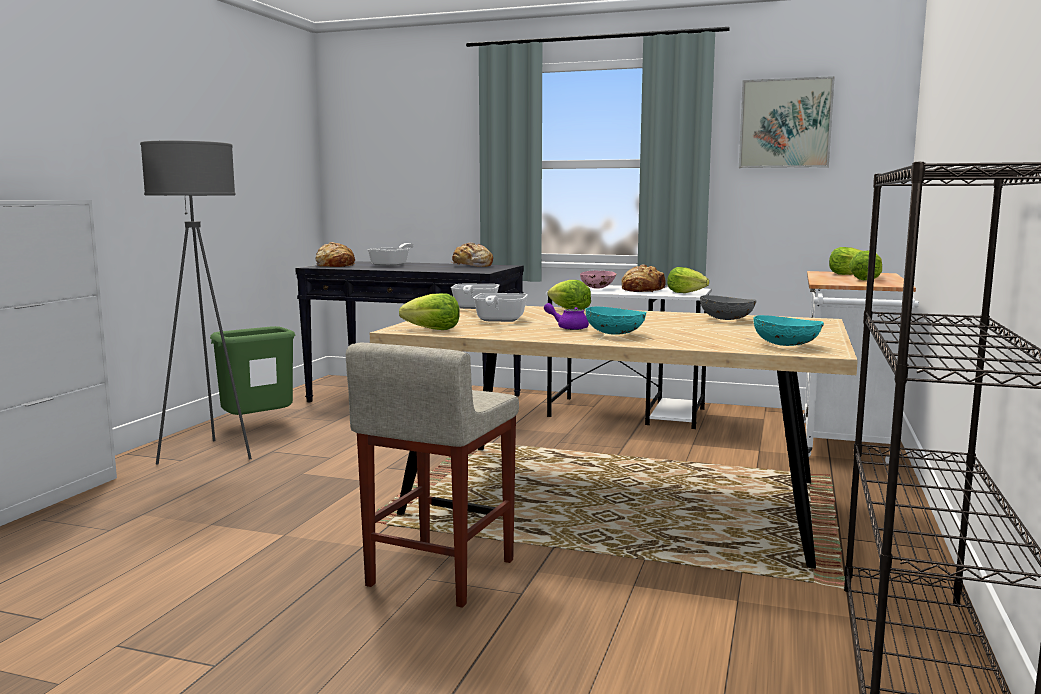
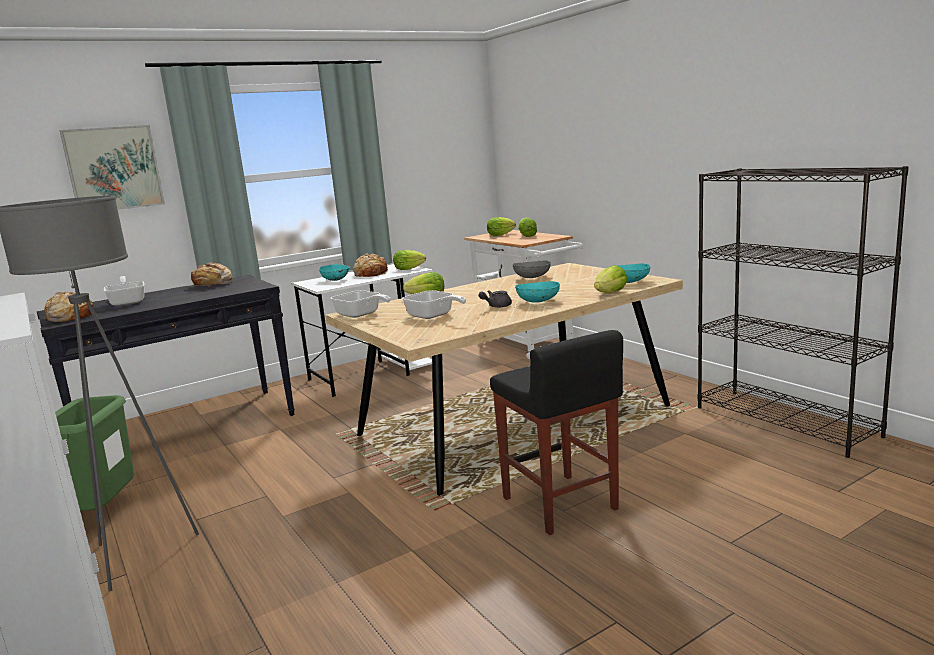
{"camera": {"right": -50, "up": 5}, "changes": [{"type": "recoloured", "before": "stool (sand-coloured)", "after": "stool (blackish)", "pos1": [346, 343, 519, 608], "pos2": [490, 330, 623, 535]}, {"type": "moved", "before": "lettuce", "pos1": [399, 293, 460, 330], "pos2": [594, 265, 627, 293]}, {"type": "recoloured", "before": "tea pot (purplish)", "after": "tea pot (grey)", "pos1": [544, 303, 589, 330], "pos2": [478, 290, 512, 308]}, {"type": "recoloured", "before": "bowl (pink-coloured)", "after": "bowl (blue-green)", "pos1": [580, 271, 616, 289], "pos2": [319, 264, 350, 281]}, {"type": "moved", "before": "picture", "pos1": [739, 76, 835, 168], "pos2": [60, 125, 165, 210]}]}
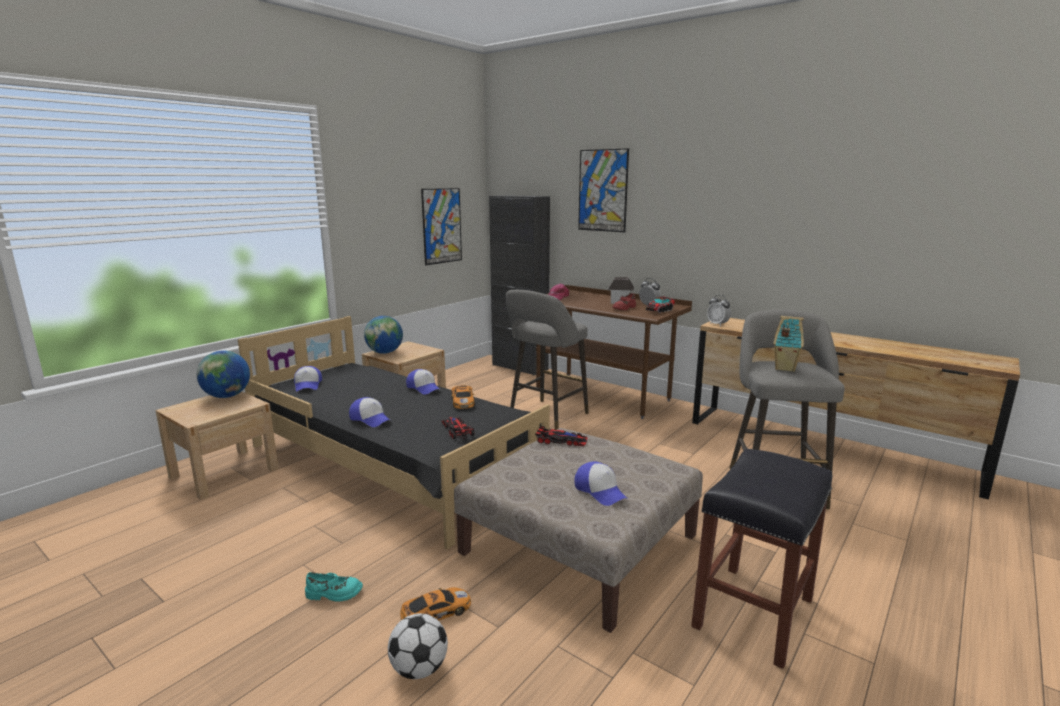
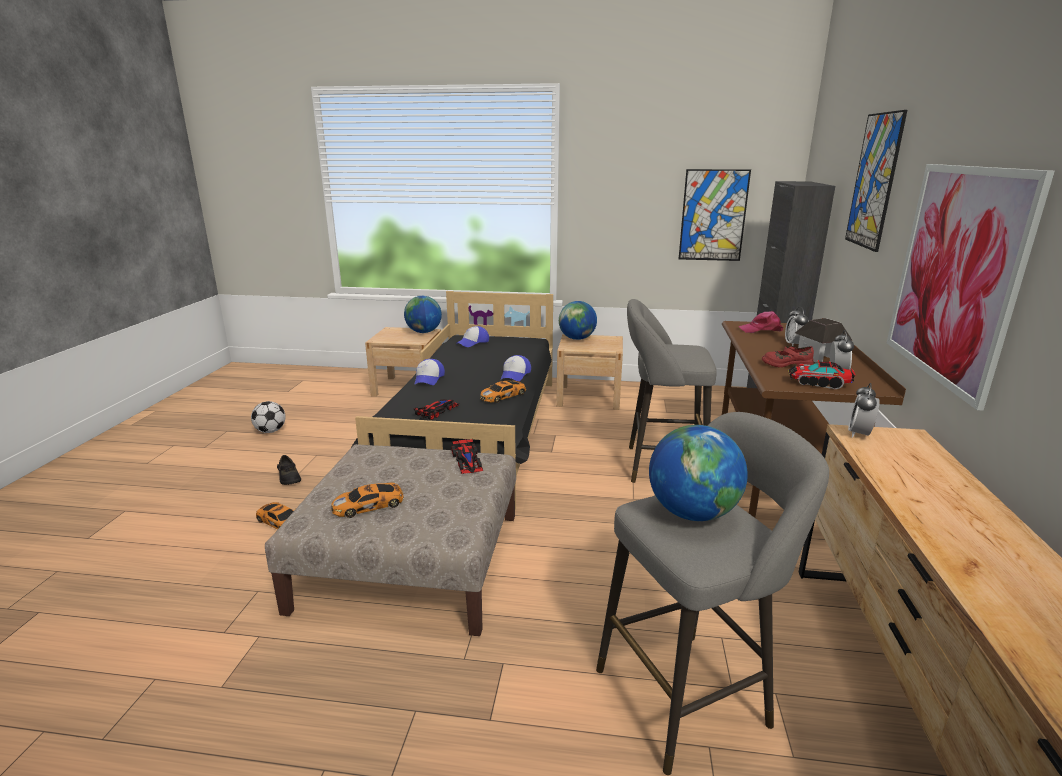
{"camera": {"right": 60, "up": 5}, "changes": [{"type": "recoloured", "before": "item of footwear (blue-green)", "after": "item of footwear (blackish)", "pos1": [305, 572, 363, 602], "pos2": [277, 455, 301, 485]}, {"type": "moved", "before": "football", "pos1": [388, 613, 448, 679], "pos2": [251, 401, 286, 433]}, {"type": "replaced", "before": "baseball cap", "after": "model car", "pos1": [574, 461, 627, 506], "pos2": [331, 483, 404, 518]}, {"type": "removed", "before": "stool (blackish)", "pos1": [691, 449, 832, 669]}, {"type": "replaced", "before": "toy house", "after": "desk globe", "pos1": [773, 316, 804, 372], "pos2": [649, 425, 748, 521]}, {"type": "added", "after": "bedside clock", "pos2": [785, 306, 809, 346]}, {"type": "added", "after": "picture", "pos2": [887, 164, 1055, 411]}]}
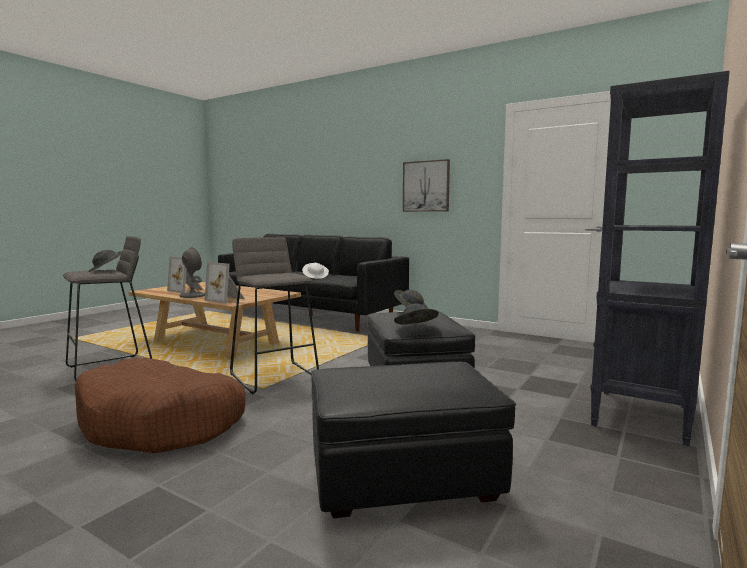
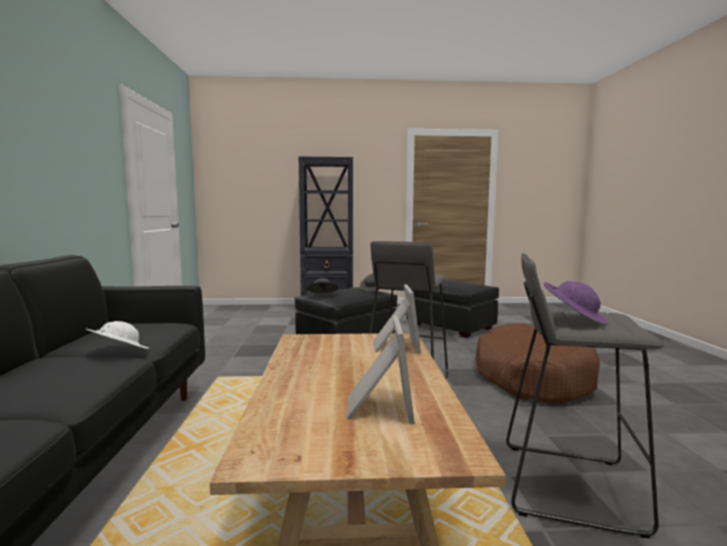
{"camera": {"right": -125, "up": 0}, "changes": [{"type": "recoloured", "before": "clothing hat (grey)", "after": "clothing hat (purplish)", "pos1": [88, 250, 124, 272], "pos2": [544, 281, 609, 325]}, {"type": "removed", "before": "tabletop lamp (grey)", "pos1": [179, 247, 205, 298]}, {"type": "removed", "before": "picture", "pos1": [403, 159, 450, 212]}]}
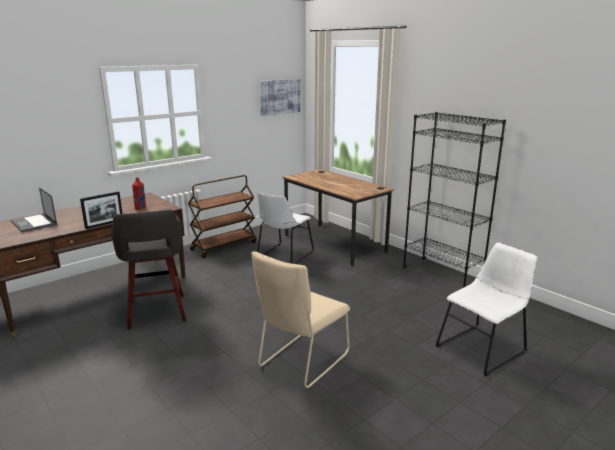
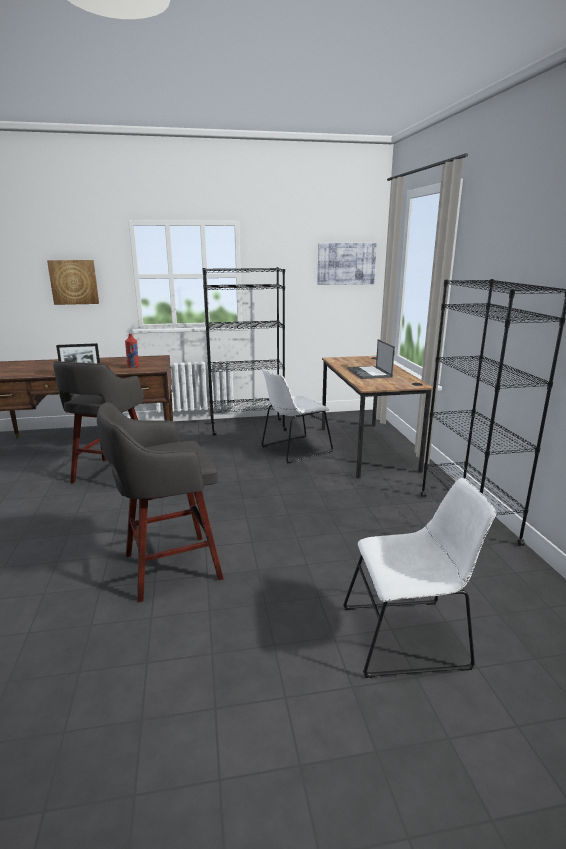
{"camera": {"right": 30, "up": 0}, "changes": [{"type": "moved", "before": "laptop", "pos1": [11, 187, 57, 232], "pos2": [348, 339, 395, 379]}, {"type": "replaced", "before": "trolley (brown-coloured)", "after": "bookcase (blackish)", "pos1": [188, 175, 257, 258], "pos2": [202, 267, 287, 436]}, {"type": "replaced", "before": "plain chair (sand-coloured)", "after": "stool (grey)", "pos1": [251, 251, 350, 388], "pos2": [97, 402, 224, 602]}, {"type": "added", "after": "picture", "pos2": [47, 260, 99, 305]}]}
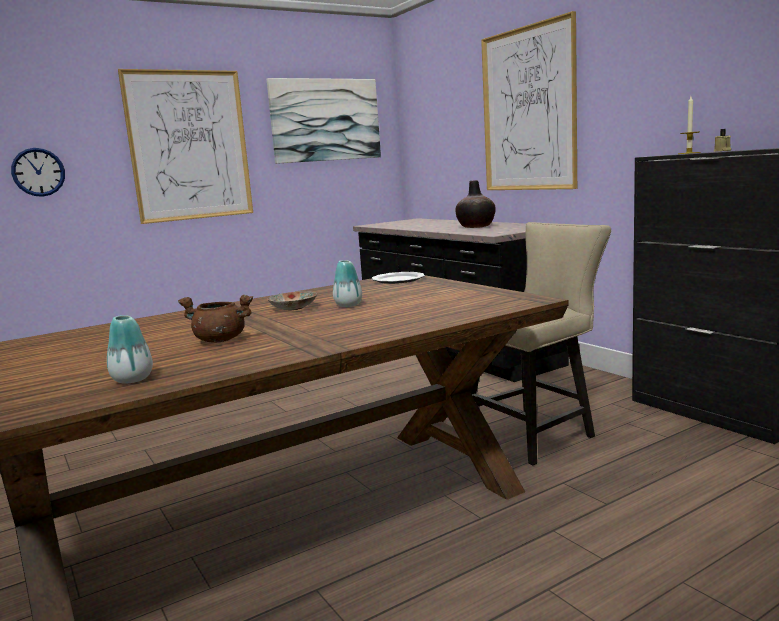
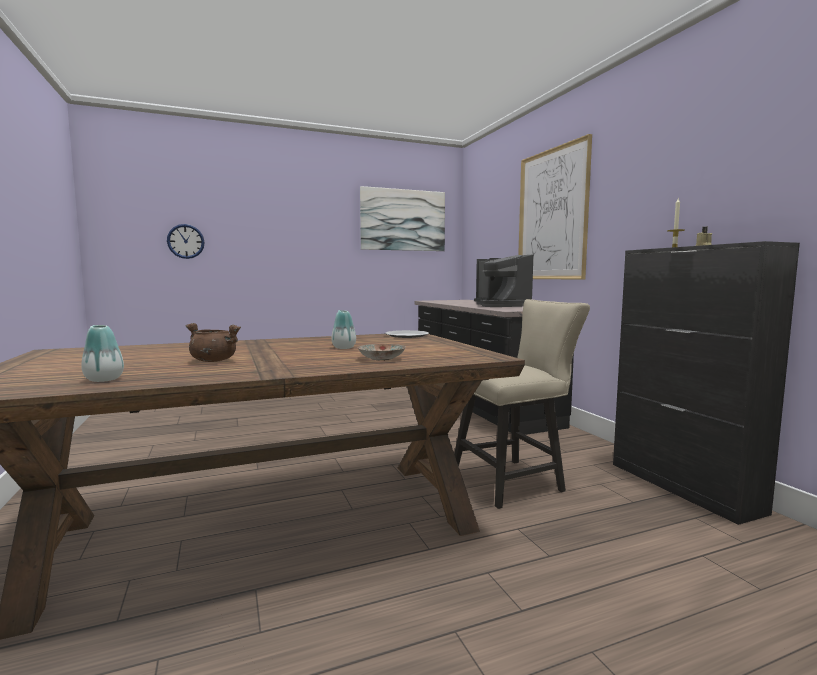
{"camera": {"right": 10, "up": -5}, "changes": [{"type": "removed", "before": "picture", "pos1": [118, 69, 253, 224]}, {"type": "moved", "before": "plate", "pos1": [268, 291, 317, 311], "pos2": [358, 344, 406, 361]}, {"type": "replaced", "before": "decorative vase", "after": "coffee brewer", "pos1": [455, 180, 496, 228], "pos2": [474, 255, 533, 307]}]}
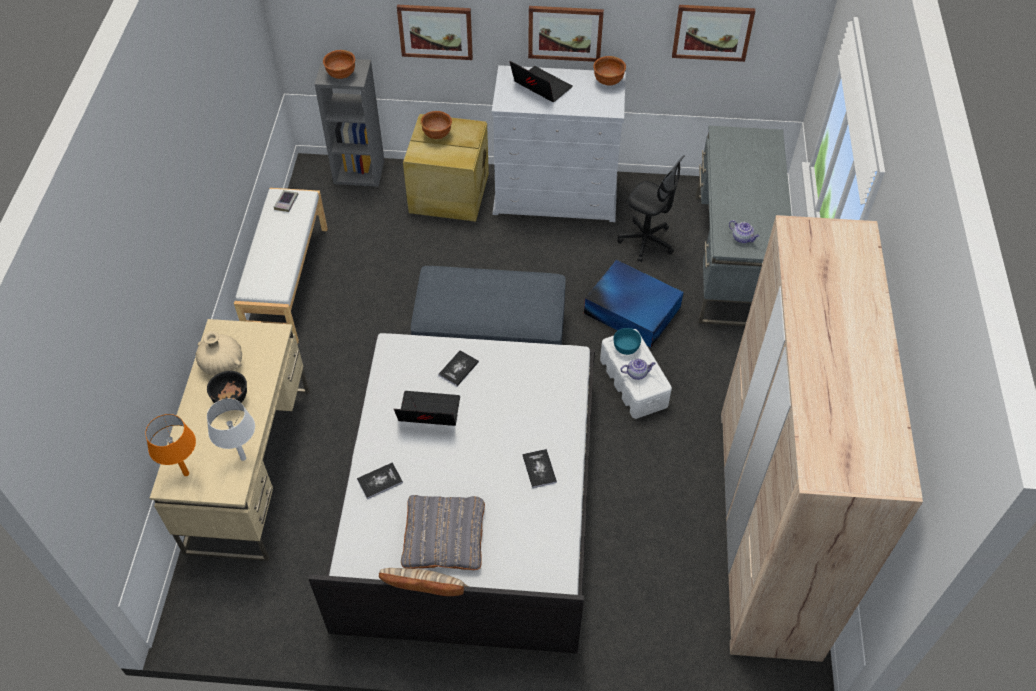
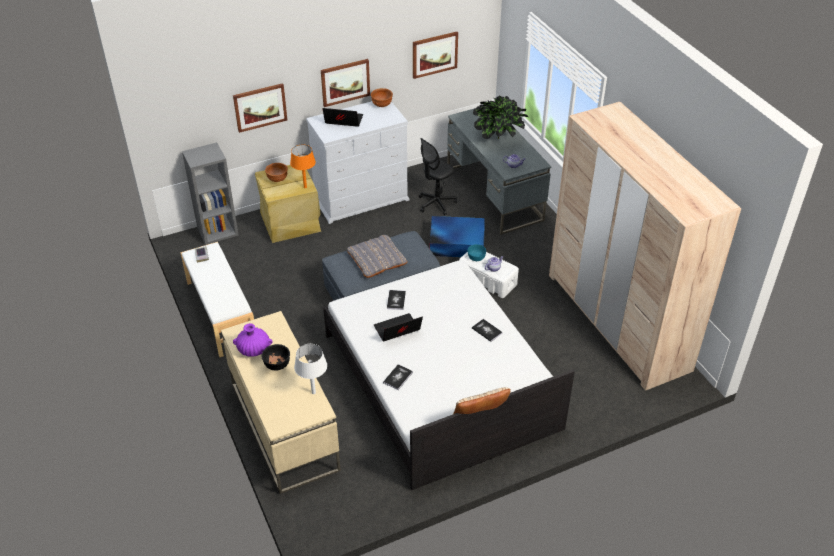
{"camera": {"right": -30, "up": -10}, "changes": [{"type": "moved", "before": "tabletop lamp (orange)", "pos1": [145, 414, 196, 476], "pos2": [290, 145, 316, 188]}, {"type": "recoloured", "before": "decorative vase (sand-coloured)", "after": "decorative vase (purplish)", "pos1": [196, 331, 242, 376], "pos2": [233, 323, 273, 357]}, {"type": "removed", "before": "bowl (brown-coloured)", "pos1": [323, 50, 355, 79]}, {"type": "moved", "before": "cushion (grey)", "pos1": [401, 495, 485, 570], "pos2": [347, 235, 408, 278]}, {"type": "turned", "before": "computer chair (blackish)", "pos1": [617, 155, 685, 262], "pos2": [419, 138, 457, 215], "turn": 135}, {"type": "added", "after": "plant in a pot", "pos2": [473, 96, 528, 139]}]}
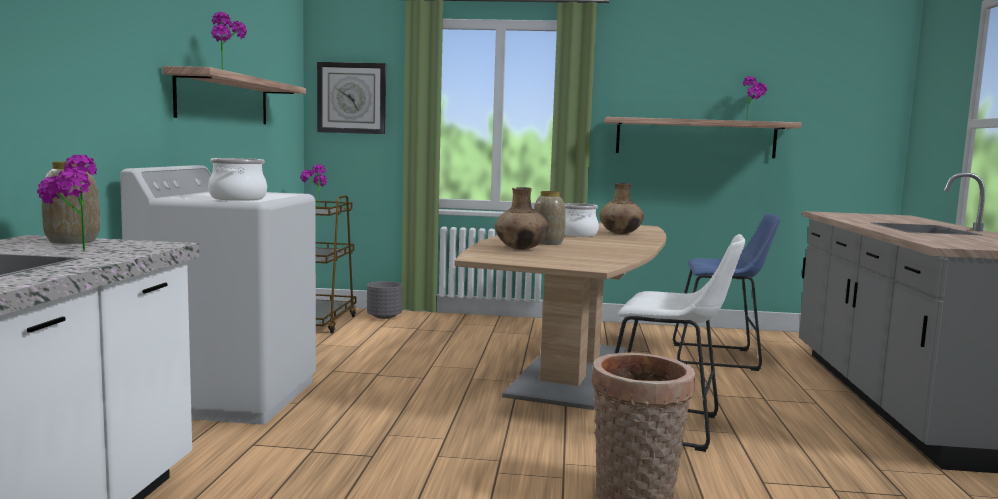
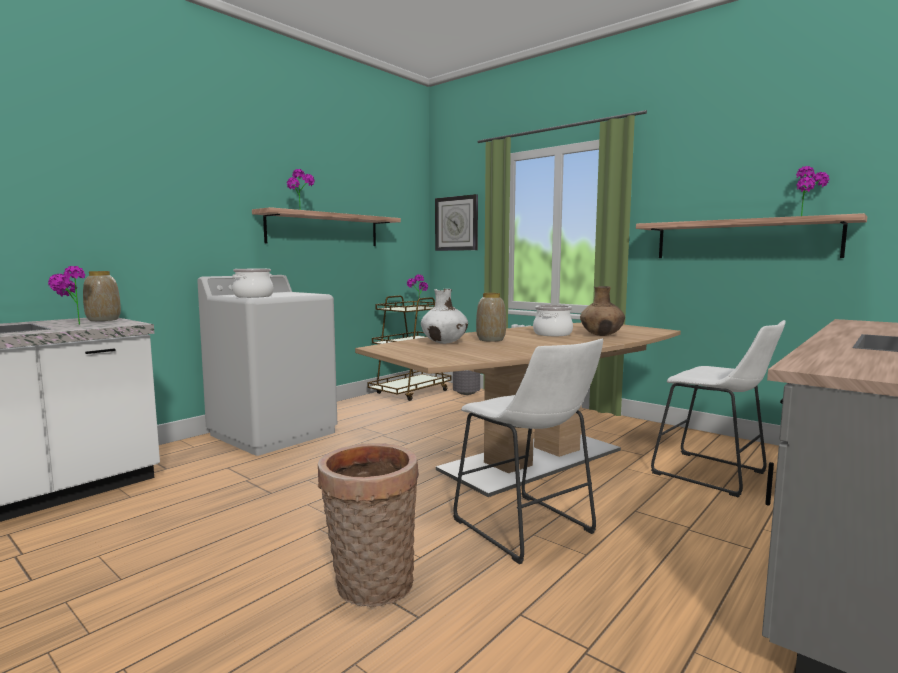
{"camera": {"right": 35, "up": 0}, "changes": [{"type": "recoloured", "before": "decorative vase (brown-coloured)", "after": "decorative vase (white)", "pos1": [495, 187, 549, 250], "pos2": [421, 289, 468, 344]}, {"type": "recoloured", "before": "stool (blue)", "after": "stool (white)", "pos1": [673, 213, 781, 371], "pos2": [651, 320, 785, 498]}]}
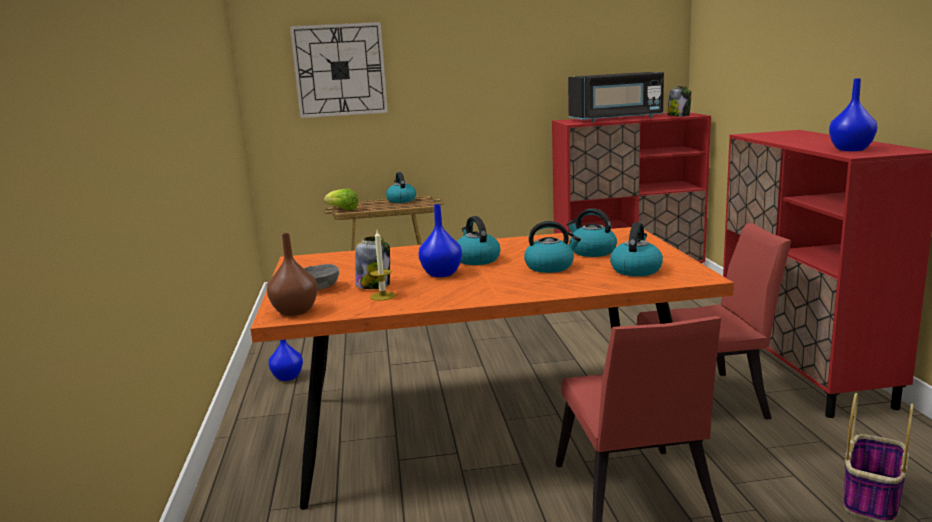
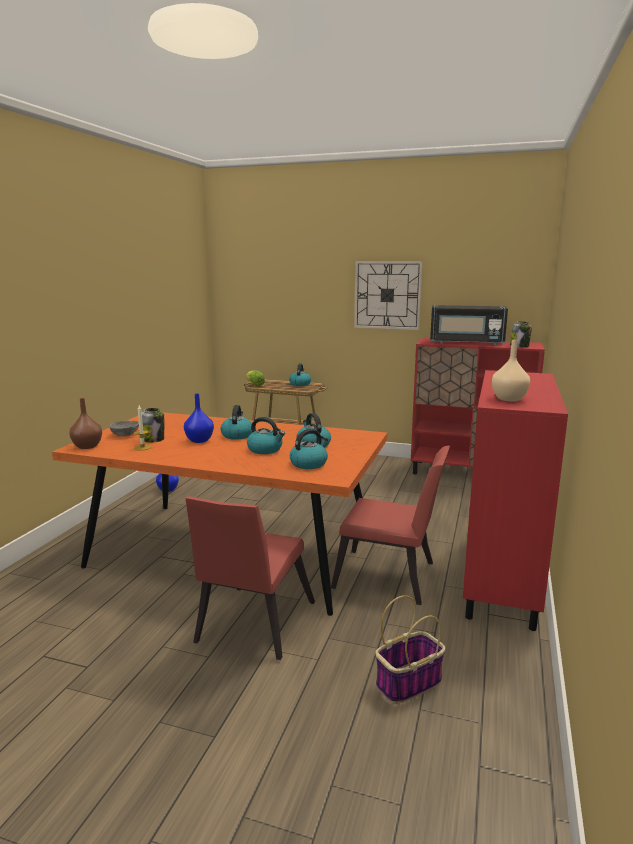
{"camera": {"right": 25, "up": 0}, "changes": [{"type": "moved", "before": "clock on the wall", "pos1": [290, 22, 388, 118], "pos2": [354, 261, 422, 330]}, {"type": "recoloured", "before": "decorative vase (blue)", "after": "decorative vase (sand-coloured)", "pos1": [829, 78, 877, 151], "pos2": [492, 340, 530, 401]}]}
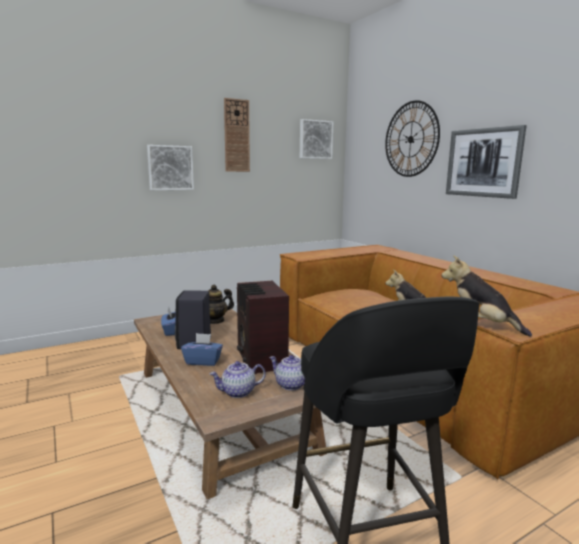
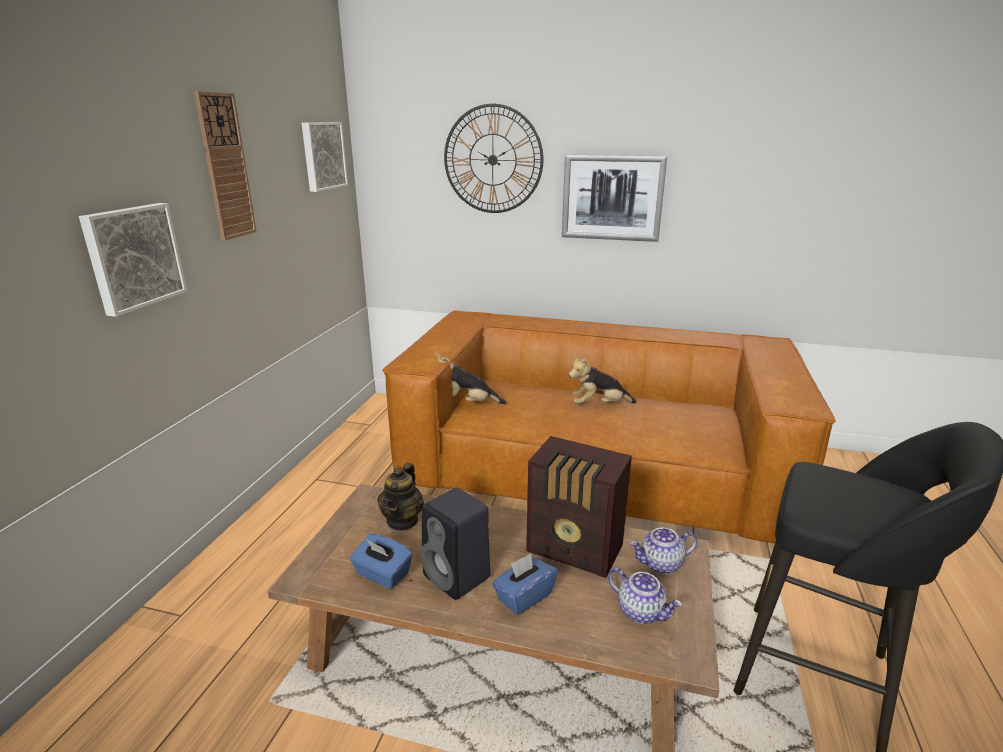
{"camera": {"right": -45, "up": 10}, "changes": [{"type": "turned", "before": "tea pot", "pos1": [209, 361, 266, 398], "pos2": [608, 568, 682, 624], "turn": -75}, {"type": "moved", "before": "plush toy", "pos1": [441, 255, 532, 336], "pos2": [435, 353, 506, 404]}]}
